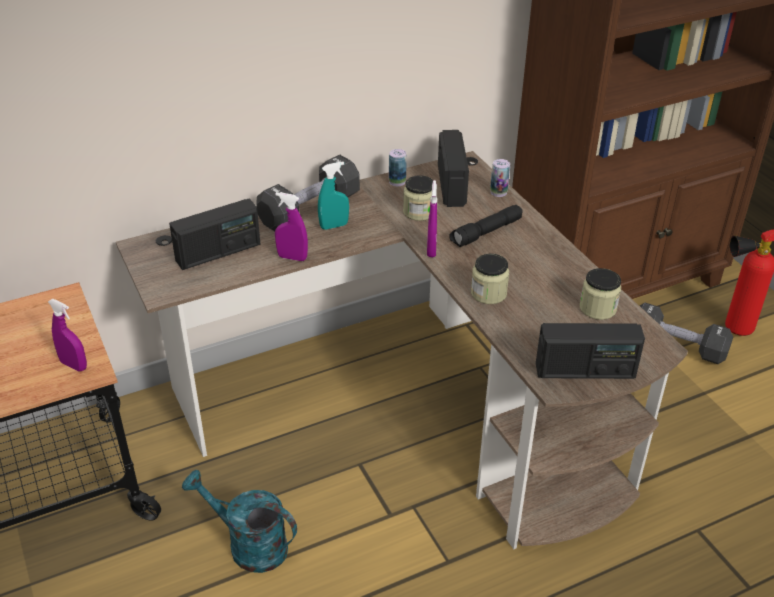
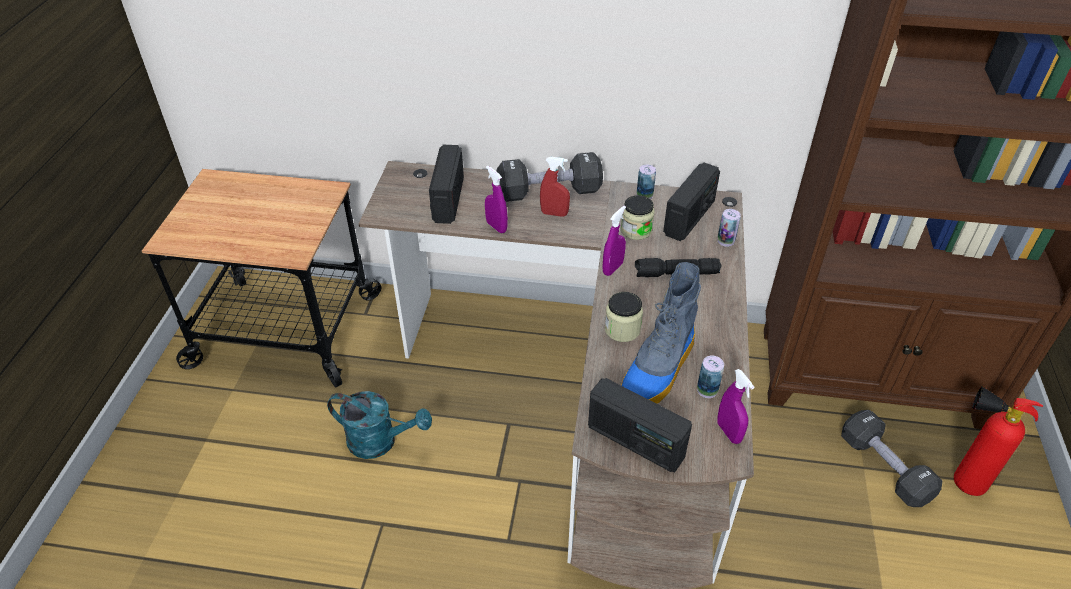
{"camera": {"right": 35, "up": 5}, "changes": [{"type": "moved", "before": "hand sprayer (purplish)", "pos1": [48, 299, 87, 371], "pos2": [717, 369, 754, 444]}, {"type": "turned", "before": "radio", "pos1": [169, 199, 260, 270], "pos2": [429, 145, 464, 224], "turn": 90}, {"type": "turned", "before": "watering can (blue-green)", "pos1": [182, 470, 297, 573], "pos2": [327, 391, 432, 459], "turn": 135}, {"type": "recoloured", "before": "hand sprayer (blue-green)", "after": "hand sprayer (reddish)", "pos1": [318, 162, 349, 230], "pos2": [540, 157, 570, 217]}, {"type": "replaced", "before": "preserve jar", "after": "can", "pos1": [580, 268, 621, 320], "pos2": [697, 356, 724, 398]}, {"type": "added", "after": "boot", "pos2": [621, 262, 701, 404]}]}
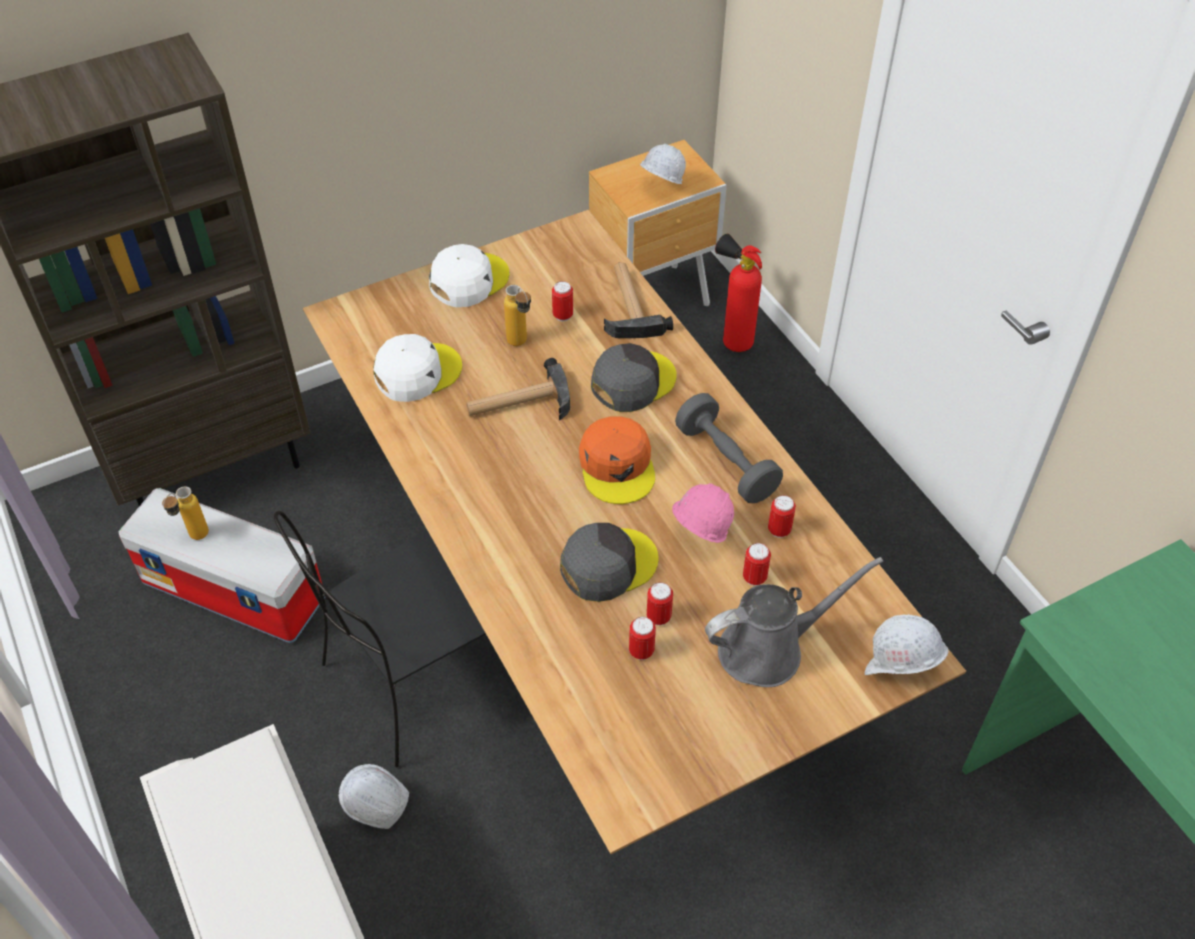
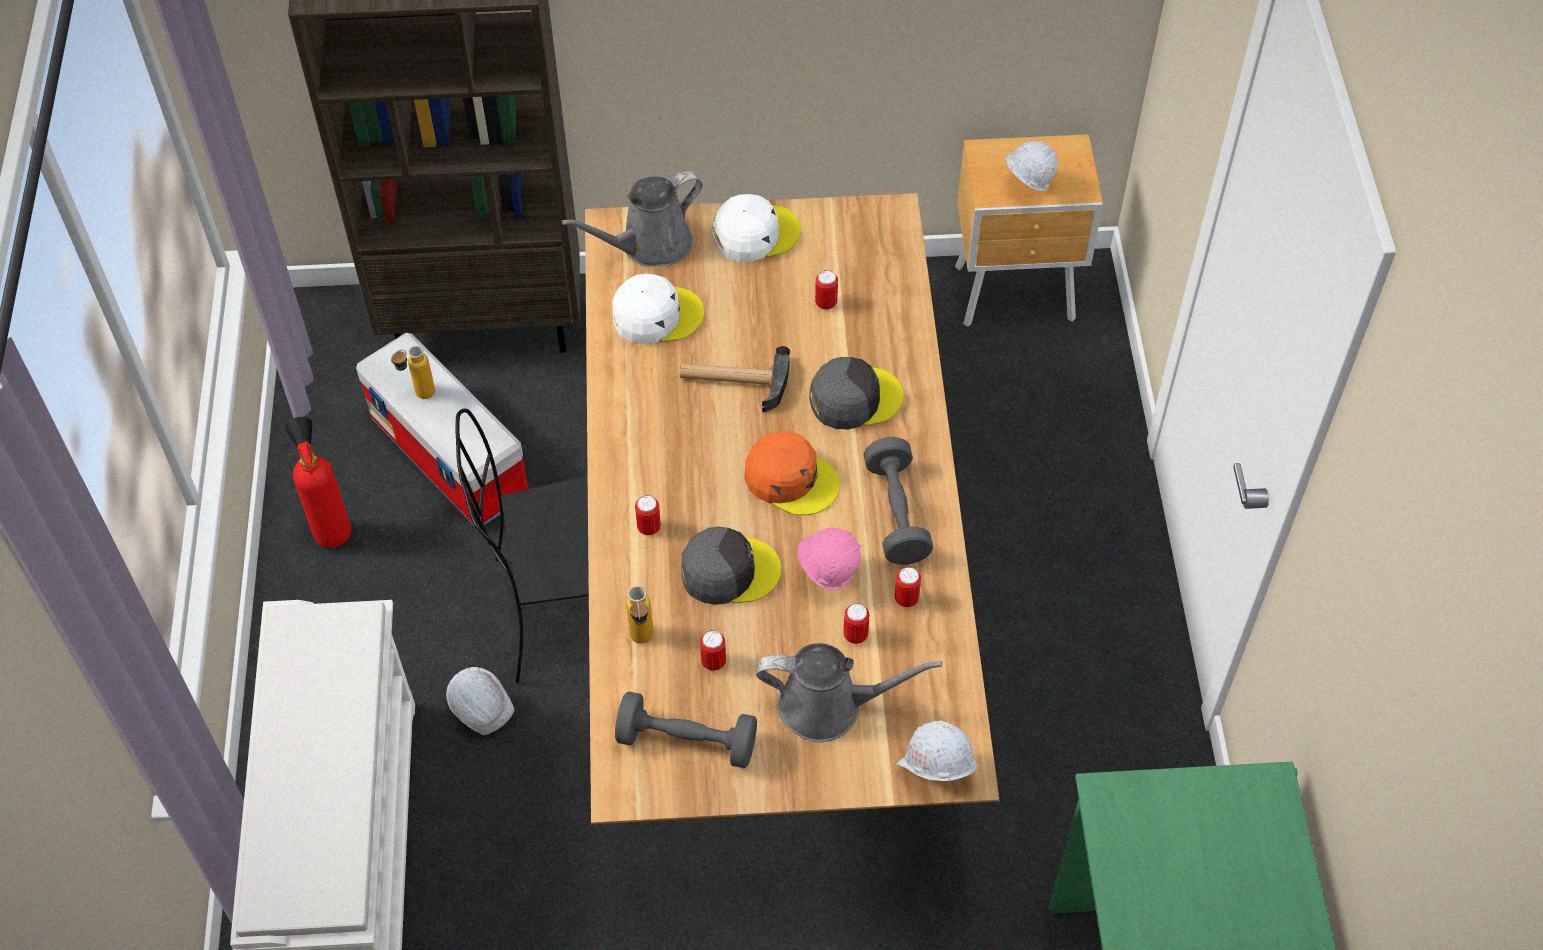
{"camera": {"right": 25, "up": 5}, "changes": [{"type": "moved", "before": "beverage bottle", "pos1": [504, 285, 531, 346], "pos2": [626, 586, 653, 644]}, {"type": "turned", "before": "baseball cap (orange)", "pos1": [579, 416, 655, 504], "pos2": [745, 431, 840, 515], "turn": -75}, {"type": "removed", "before": "hammer", "pos1": [604, 262, 673, 338]}, {"type": "moved", "before": "can", "pos1": [647, 582, 673, 625], "pos2": [635, 495, 661, 536]}, {"type": "moved", "before": "fire-fighting cylinder", "pos1": [715, 234, 762, 352], "pos2": [285, 417, 351, 548]}, {"type": "added", "after": "watering can (grey)", "pos2": [561, 171, 703, 267]}, {"type": "added", "after": "dumbbell (grey)", "pos2": [615, 692, 757, 768]}]}
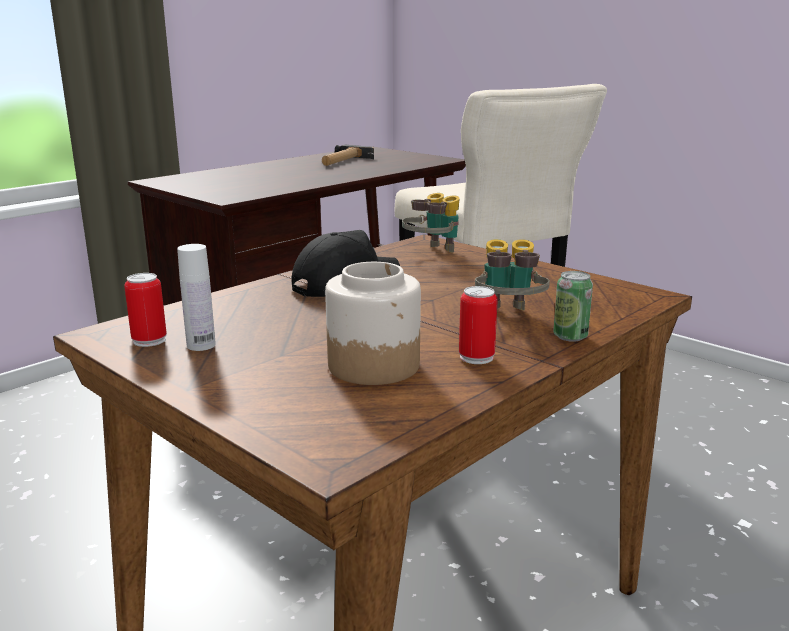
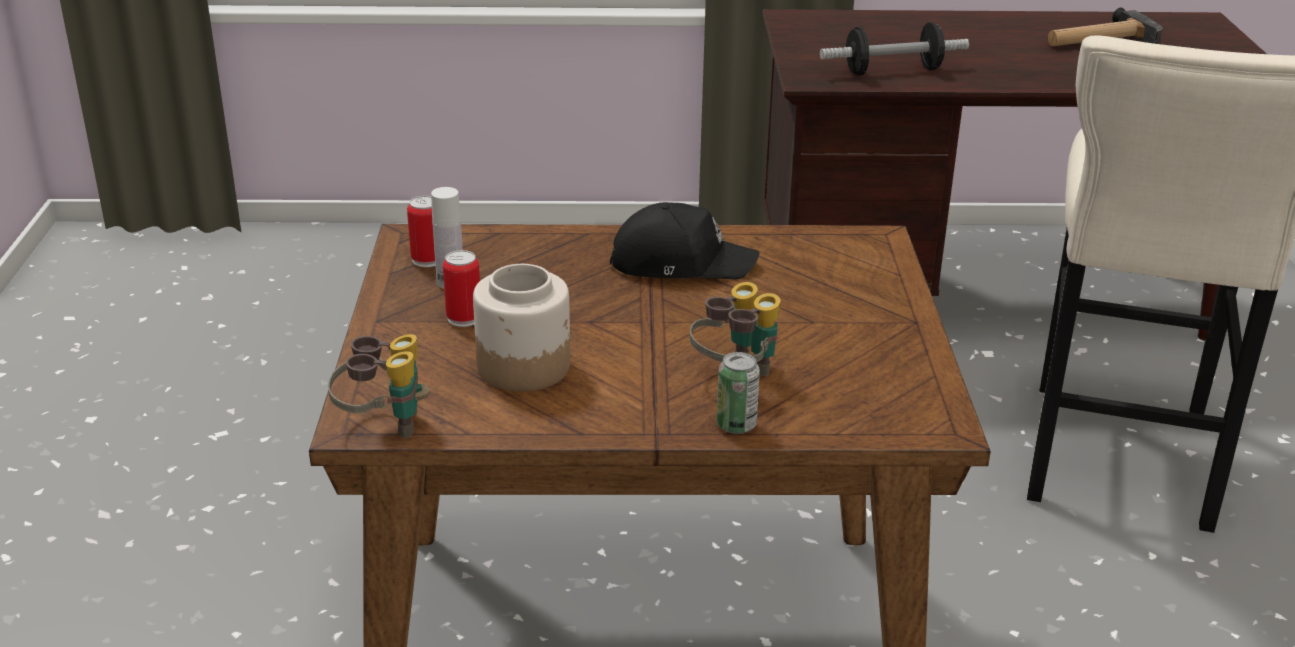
{"camera": {"right": 45, "up": 10}, "changes": [{"type": "moved", "before": "binoculars", "pos1": [402, 193, 460, 253], "pos2": [328, 334, 430, 438]}, {"type": "moved", "before": "can", "pos1": [459, 286, 498, 364], "pos2": [443, 250, 480, 327]}, {"type": "added", "after": "dumbbell", "pos2": [820, 22, 969, 76]}]}
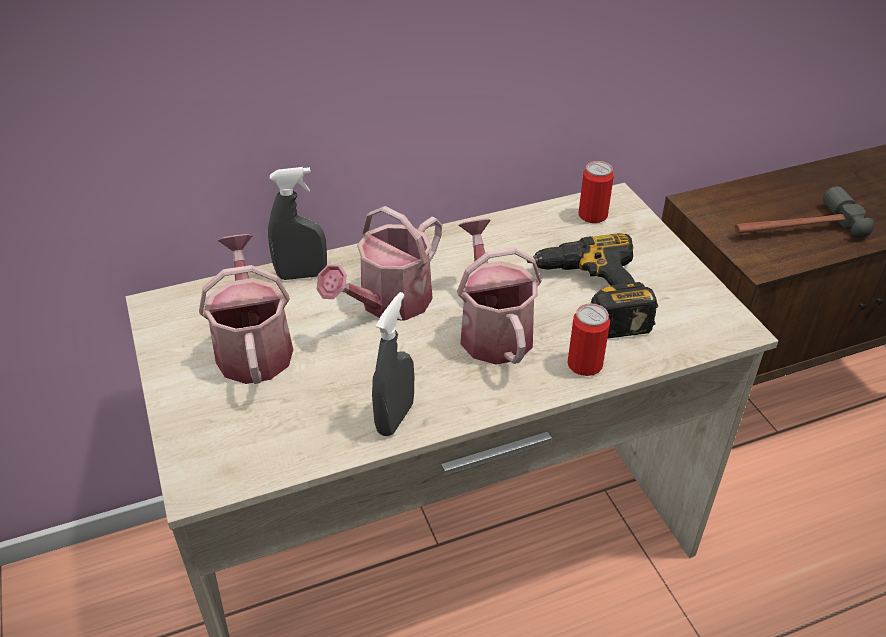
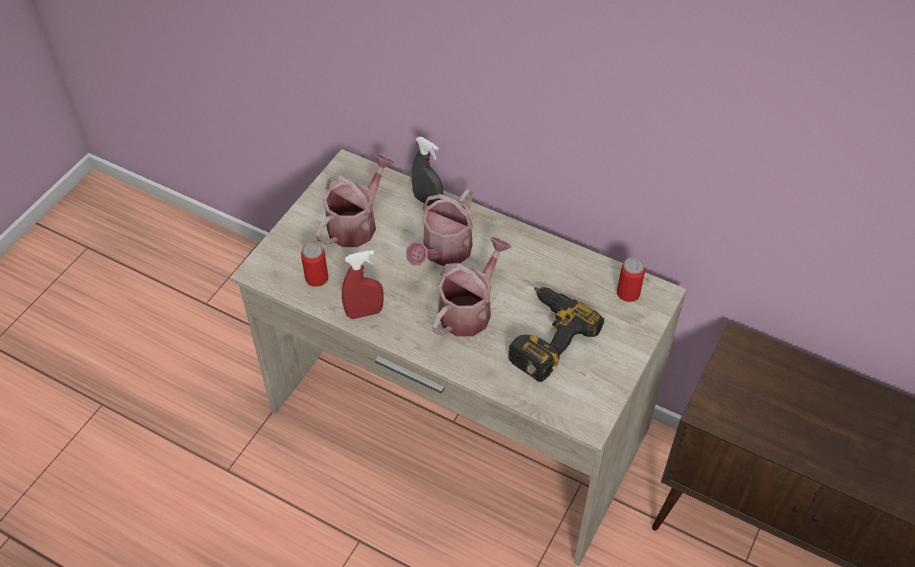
{"camera": {"right": 50, "up": 10}, "changes": [{"type": "turned", "before": "watering can", "pos1": [317, 206, 442, 321], "pos2": [406, 189, 473, 266], "turn": -60}, {"type": "recoloured", "before": "hand sprayer (grey)", "after": "hand sprayer (reddish)", "pos1": [372, 292, 414, 436], "pos2": [342, 250, 383, 319]}, {"type": "moved", "before": "can", "pos1": [567, 303, 610, 376], "pos2": [301, 242, 328, 287]}, {"type": "removed", "before": "hammer", "pos1": [735, 186, 874, 238]}]}
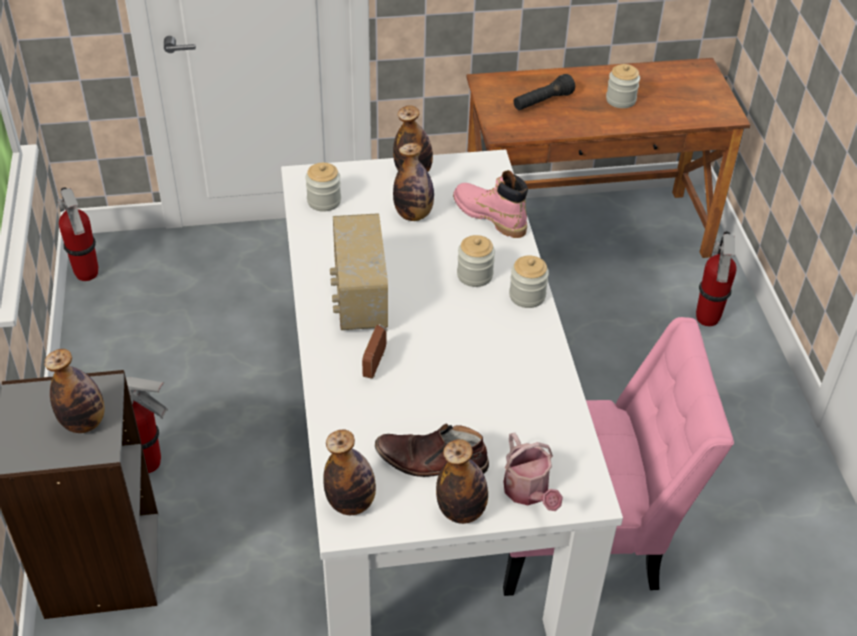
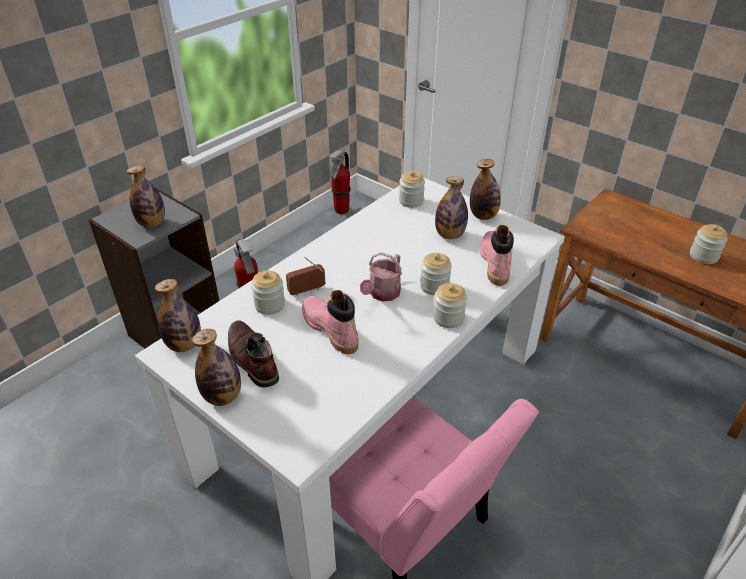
{"camera": {"right": 50, "up": -5}, "changes": [{"type": "removed", "before": "radio", "pos1": [330, 213, 388, 330]}, {"type": "moved", "before": "watering can", "pos1": [504, 433, 563, 511], "pos2": [360, 252, 402, 302]}, {"type": "removed", "before": "hand torch (blackish)", "pos1": [514, 74, 575, 110]}, {"type": "removed", "before": "fire-fighting cylinder", "pos1": [696, 231, 737, 326]}, {"type": "added", "after": "preserve jar", "pos2": [251, 271, 285, 315]}, {"type": "added", "after": "boot (pink-coloured)", "pos2": [302, 290, 359, 354]}]}
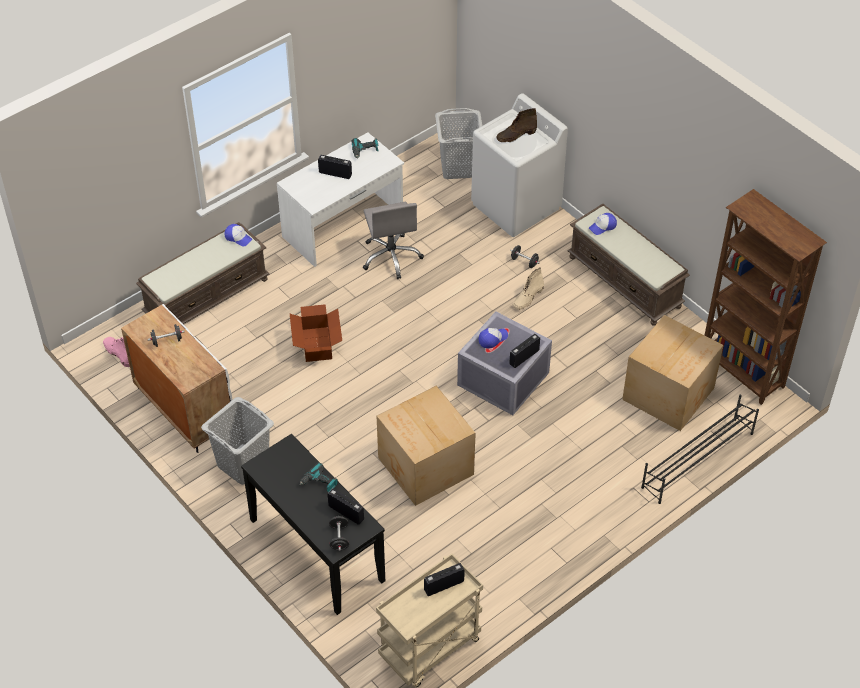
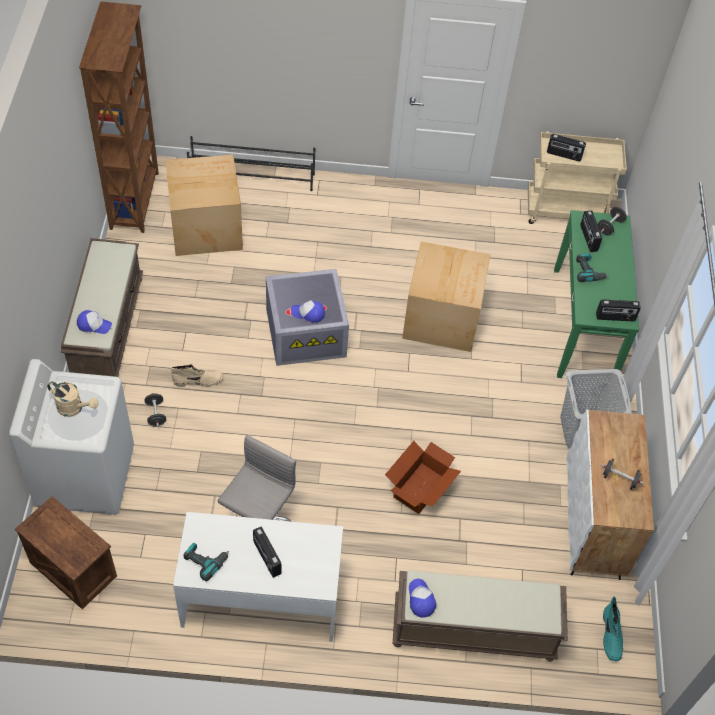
{"camera": {"right": -140, "up": 5}, "changes": [{"type": "recoloured", "before": "boot (pink-coloured)", "after": "boot (blue-green)", "pos1": [103, 337, 130, 367], "pos2": [603, 596, 623, 661]}, {"type": "recoloured", "before": "console table (blackish)", "after": "console table (green-coloured)", "pos1": [241, 434, 385, 615], "pos2": [554, 210, 639, 378]}, {"type": "replaced", "before": "washing basket (grey)", "after": "crate", "pos1": [435, 108, 482, 179], "pos2": [15, 496, 117, 610]}, {"type": "replaced", "before": "boot (brown-coloured)", "after": "watering can (sand-coloured)", "pos1": [496, 108, 537, 142], "pos2": [47, 382, 99, 417]}, {"type": "moved", "before": "radio", "pos1": [509, 334, 540, 368], "pos2": [596, 299, 641, 321]}]}
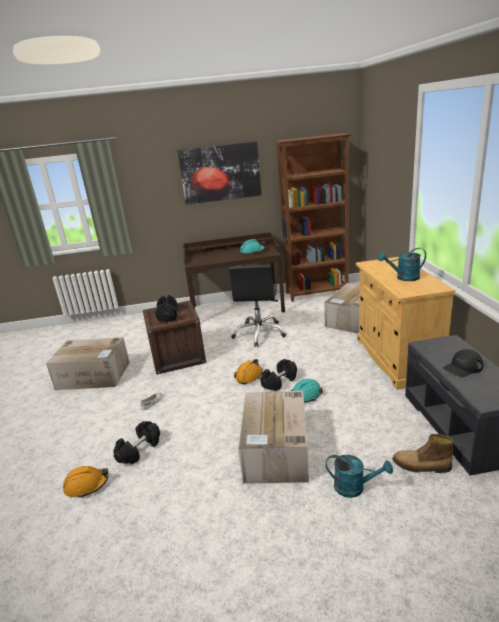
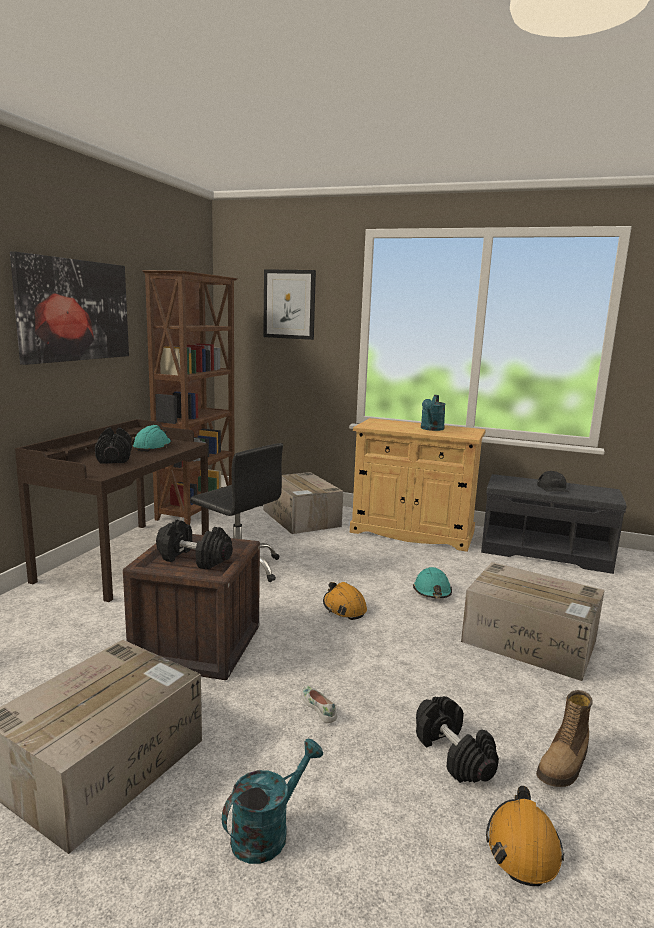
{"camera": {"right": -65, "up": -10}, "changes": [{"type": "moved", "before": "dumbbell (blackish)", "pos1": [260, 359, 297, 391], "pos2": [95, 427, 132, 464]}, {"type": "moved", "before": "watering can (blue-green)", "pos1": [326, 455, 393, 498], "pos2": [222, 739, 323, 864]}, {"type": "moved", "before": "boot", "pos1": [392, 434, 454, 473], "pos2": [536, 690, 593, 787]}, {"type": "added", "after": "picture", "pos2": [263, 269, 316, 340]}]}
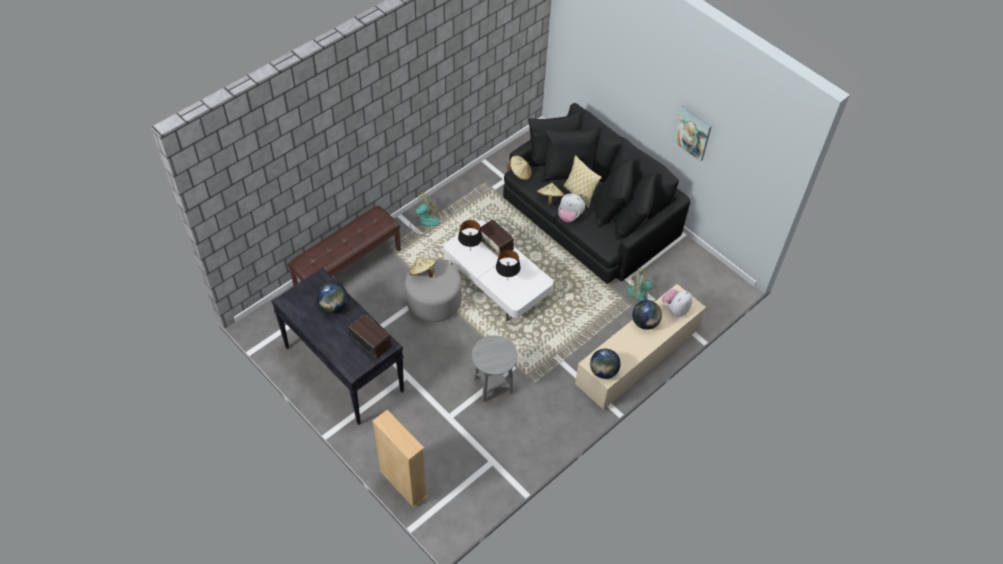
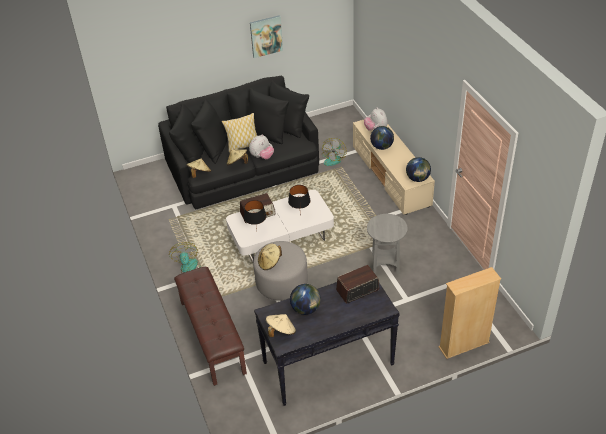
{"camera": {"right": -65, "up": -10}, "changes": [{"type": "added", "after": "clothing hat (sand-coloured)", "pos2": [266, 314, 296, 337]}]}
